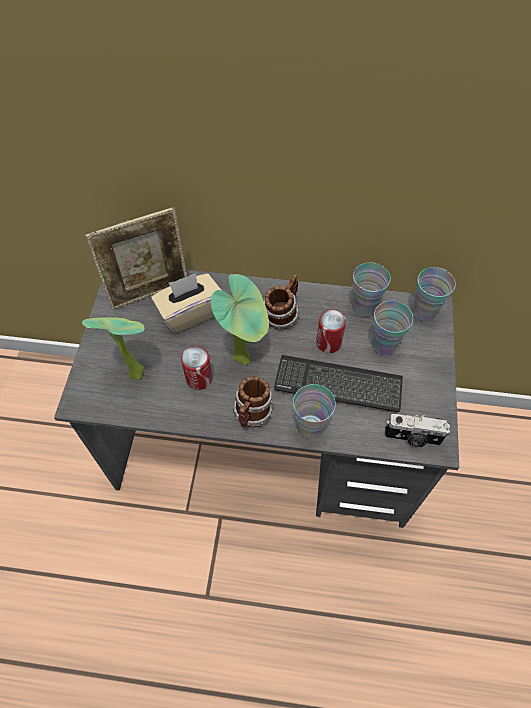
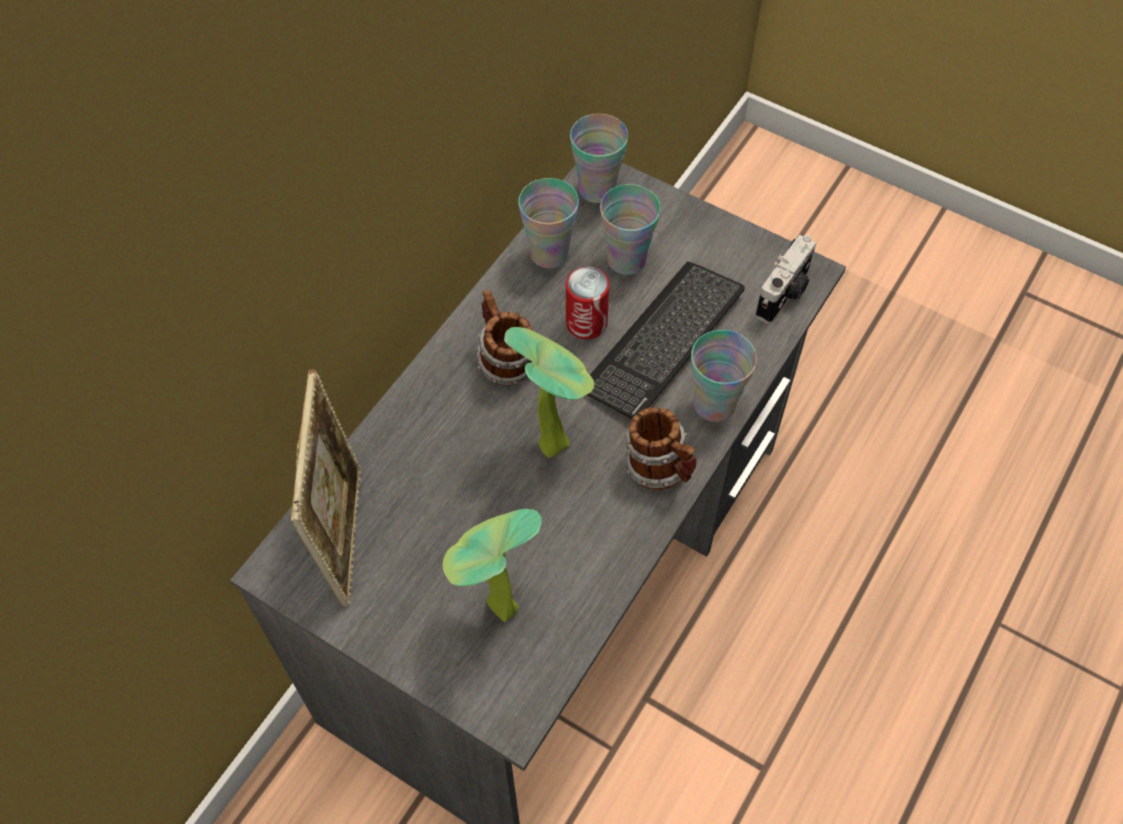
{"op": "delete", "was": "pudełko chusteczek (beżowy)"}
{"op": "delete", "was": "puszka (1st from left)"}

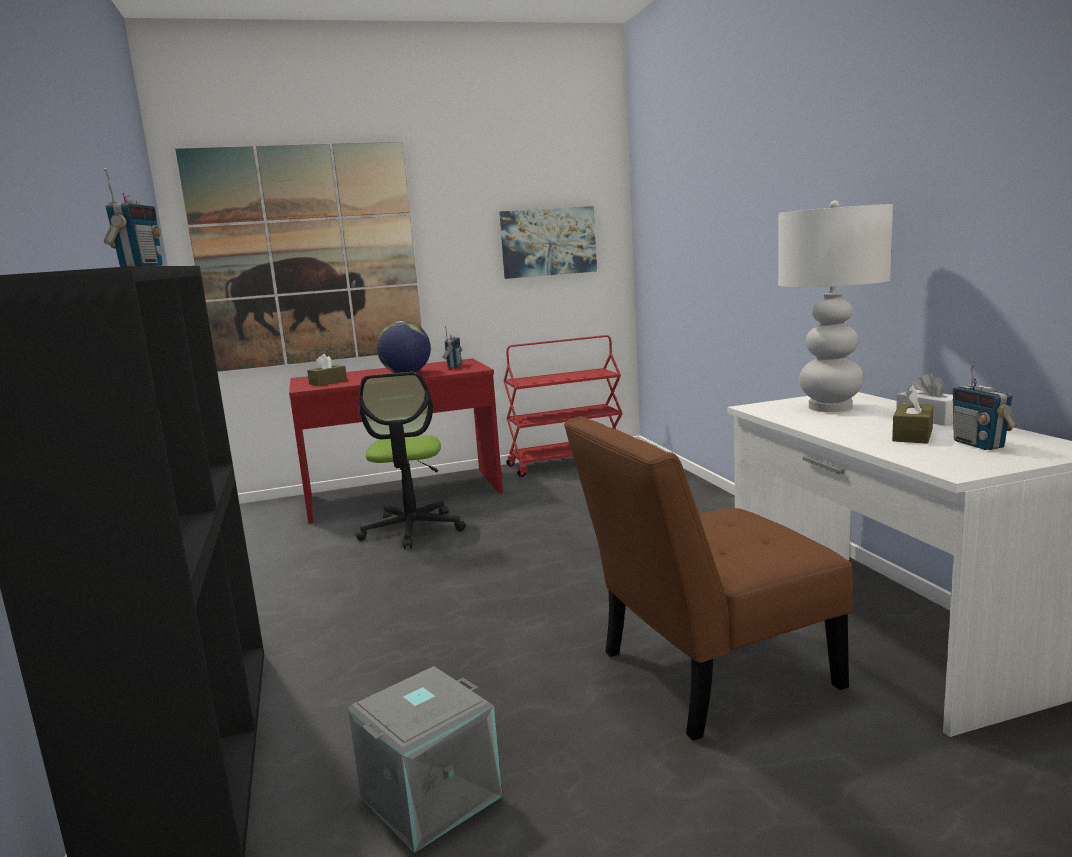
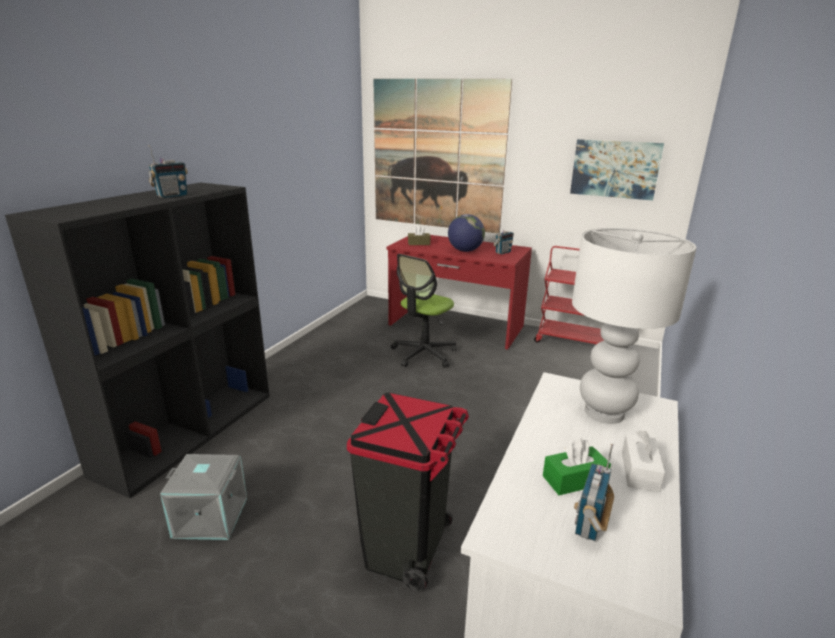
{"op": "replace", "was": "krzesło (brązowy)", "now": "kosz na śmieci (czarny)"}
{"op": "recolor", "was": "pudełko chusteczek (brązowy) (2nd from left)", "now": "pudełko chusteczek (zielony)"}

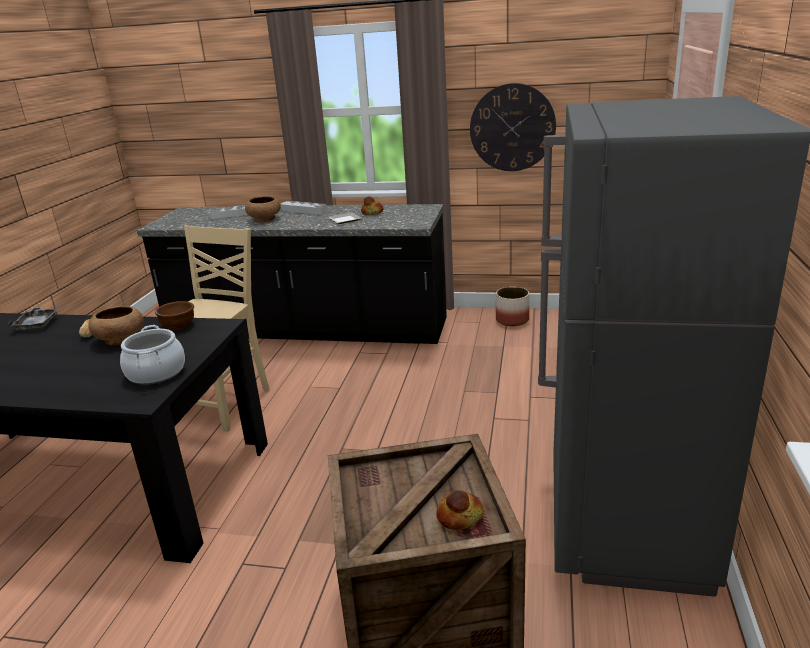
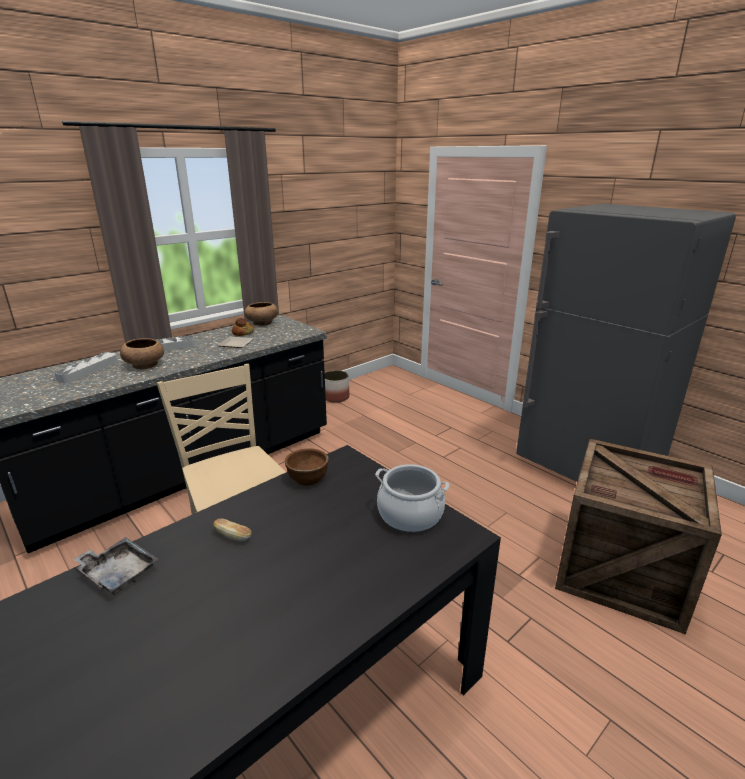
{"op": "move", "was": "miska (brązowy) (1st from left in the first image)", "now": "miska (brązowy) (2nd from left)"}
{"op": "delete", "was": "chleb (3rd from left)"}
{"op": "delete", "was": "zegar ścienny"}

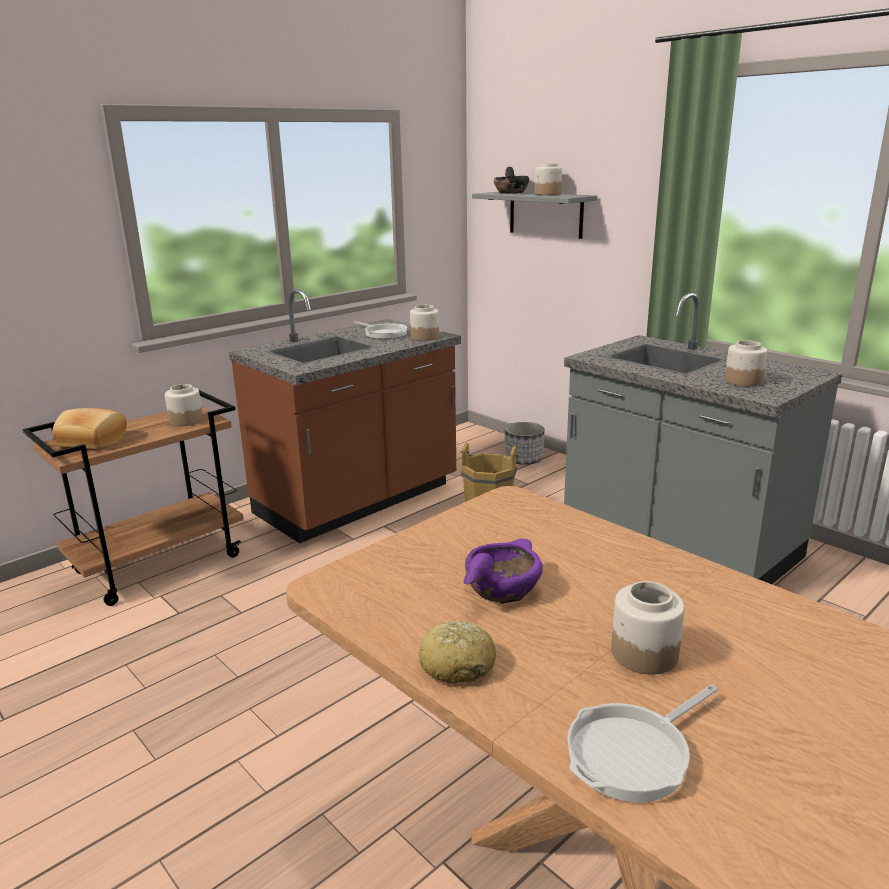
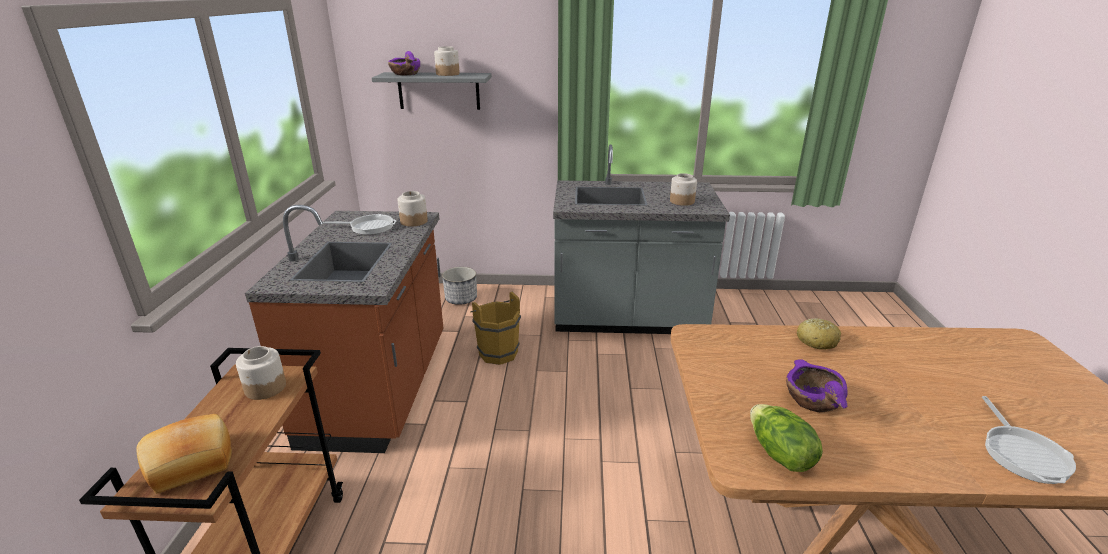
{"op": "recolor", "was": "miska (czarny)", "now": "miska (fioletowy) (1st from left)"}
{"op": "insert", "now": "sałata"}
{"op": "move", "was": "chleb (2nd from left)"}
{"op": "delete", "was": "słoik (4th from left)"}

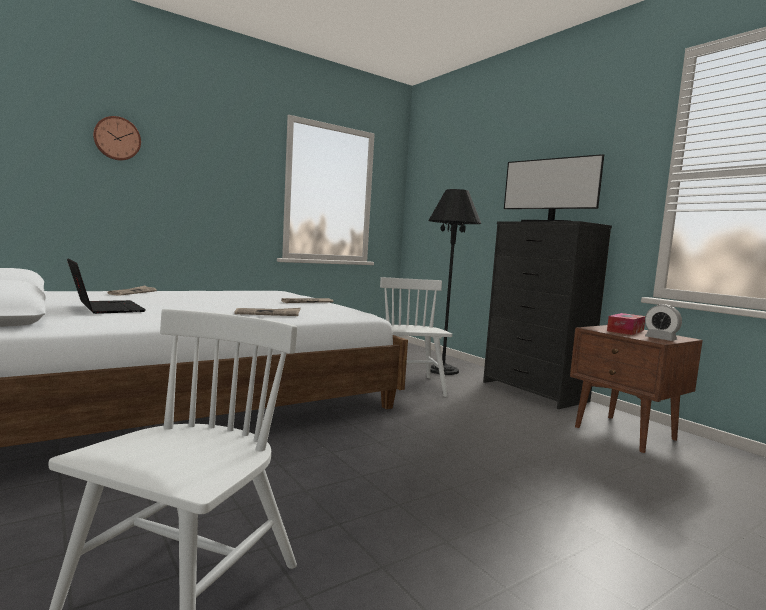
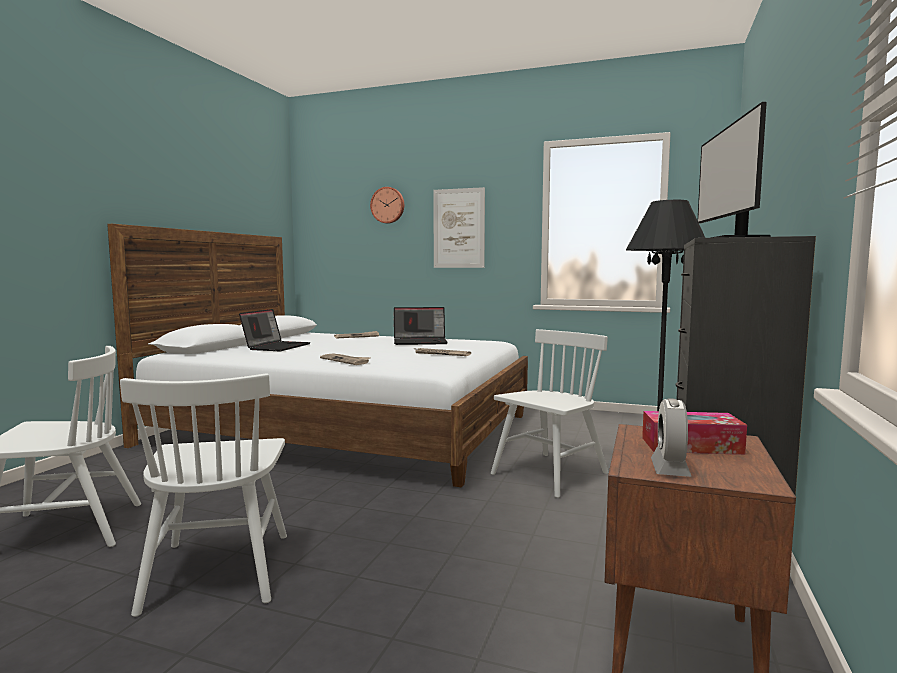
{"op": "insert", "now": "krzesło (biały) (2nd from left)"}
{"op": "insert", "now": "laptop (2nd from left)"}
{"op": "insert", "now": "obraz"}

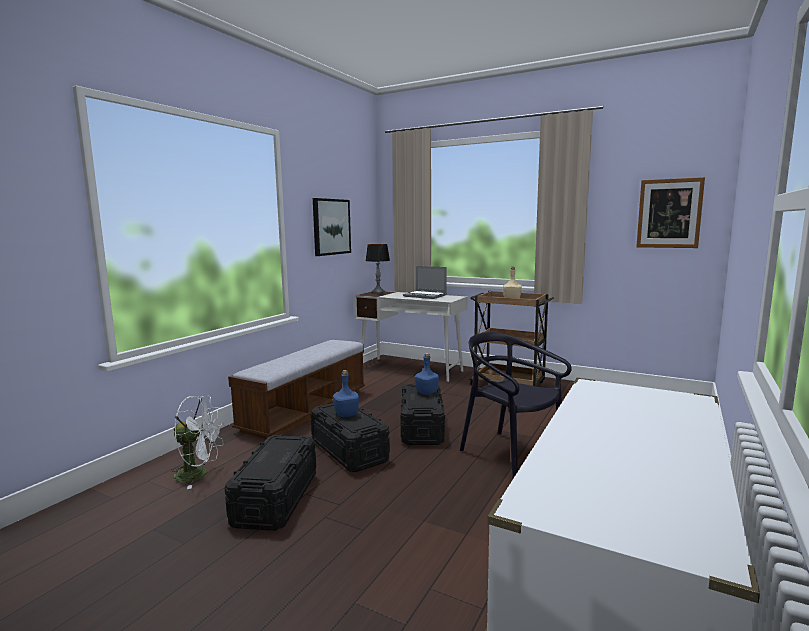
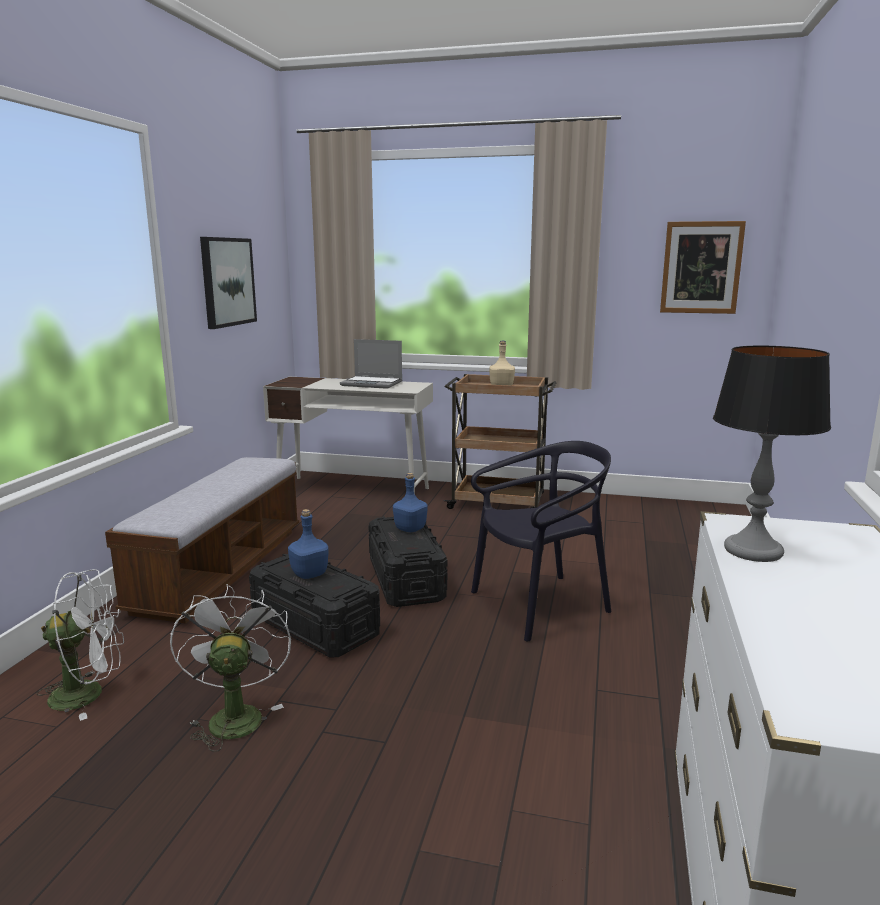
{"op": "replace", "was": "pojemnik do przechowywania (czarny) (1st from left)", "now": "wentylator (biały) (2nd from left)"}
{"op": "rotate", "was": "krzesło (czarny)", "clockwise": 120}
{"op": "move", "was": "lampa stołowa"}

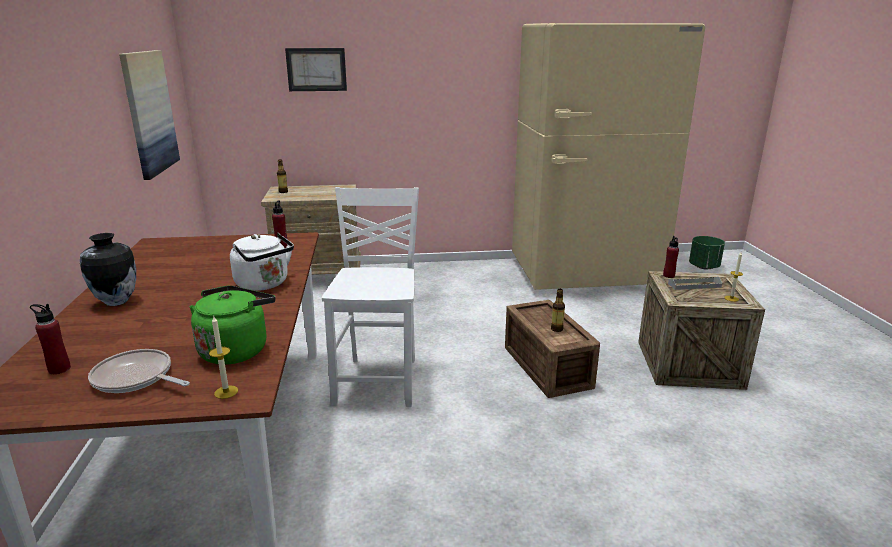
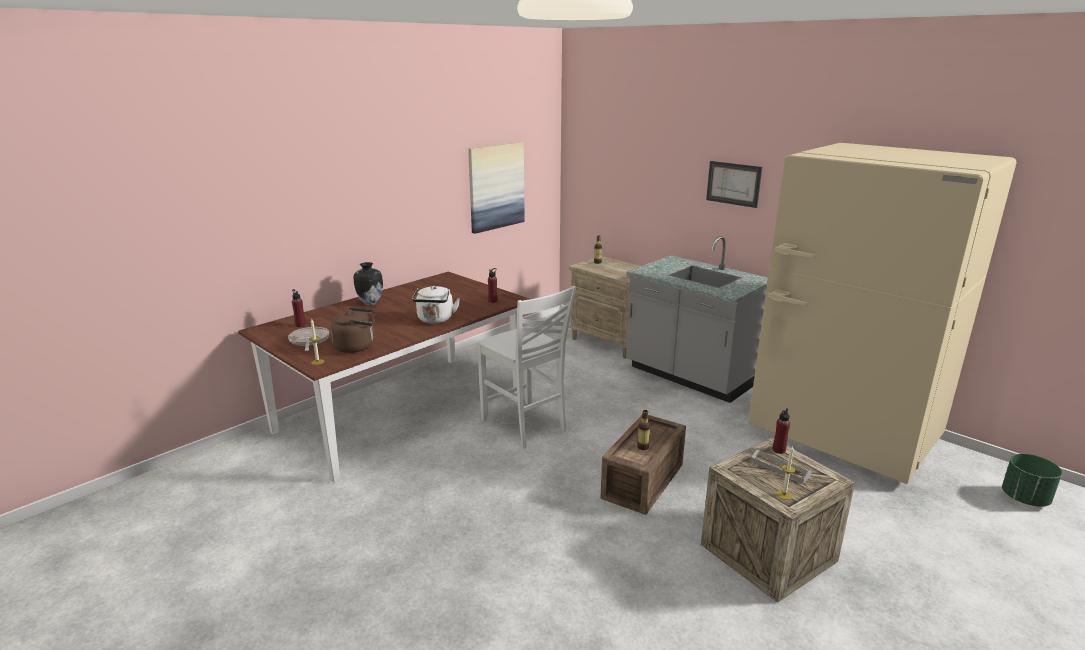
{"op": "recolor", "was": "czajnik (zielony)", "now": "czajnik (brązowy)"}
{"op": "rotate", "was": "krzesło (biały)", "clockwise": 90}
{"op": "insert", "now": "zabudowa kuchenna (szary)"}
{"op": "move", "was": "obraz (2nd from left)"}

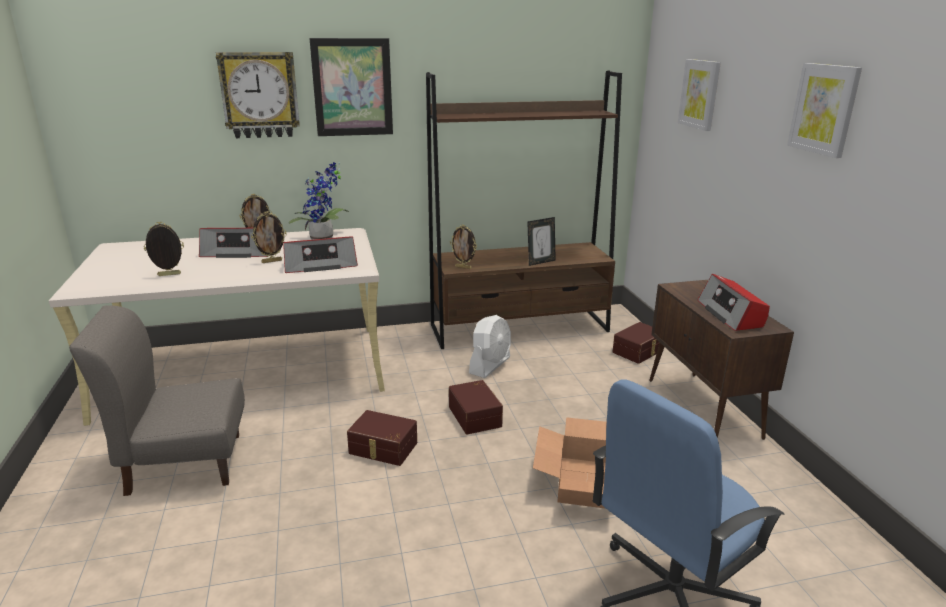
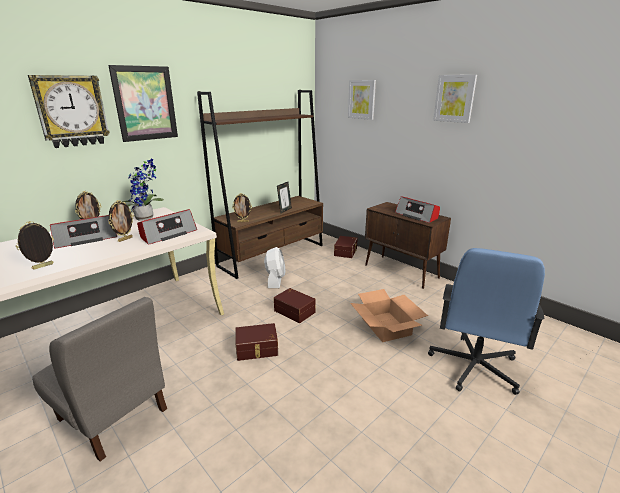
{"op": "rotate", "was": "krzesło (szary)", "clockwise": -105}

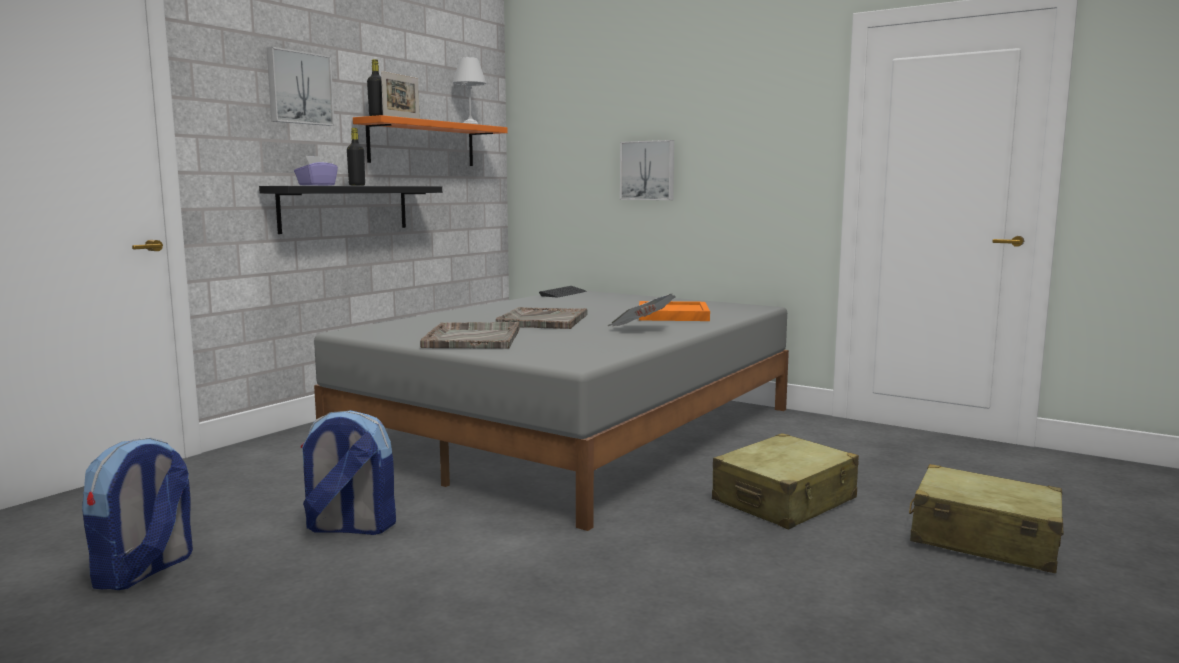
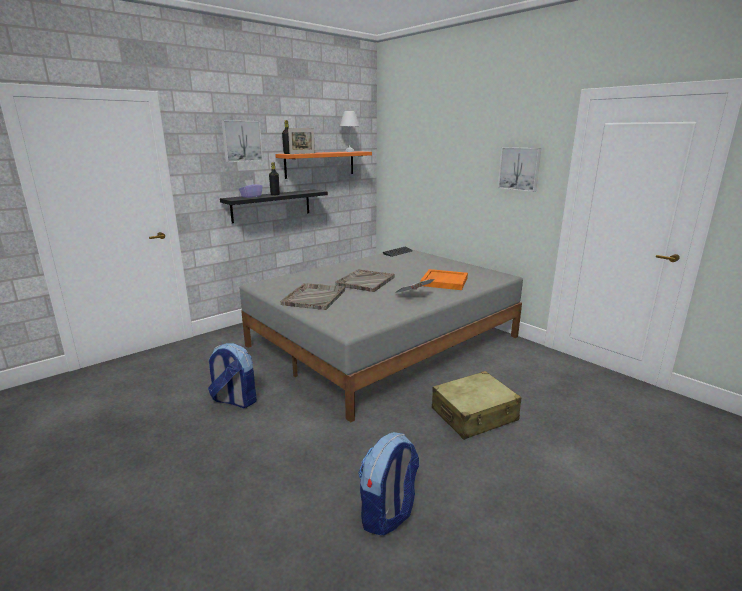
{"op": "move", "was": "plecak (1st from left in the first image)", "now": "plecak (2nd from left)"}
{"op": "move", "was": "obraz (2nd from left)"}
{"op": "delete", "was": "walizka (beżowy) (2nd from left)"}

